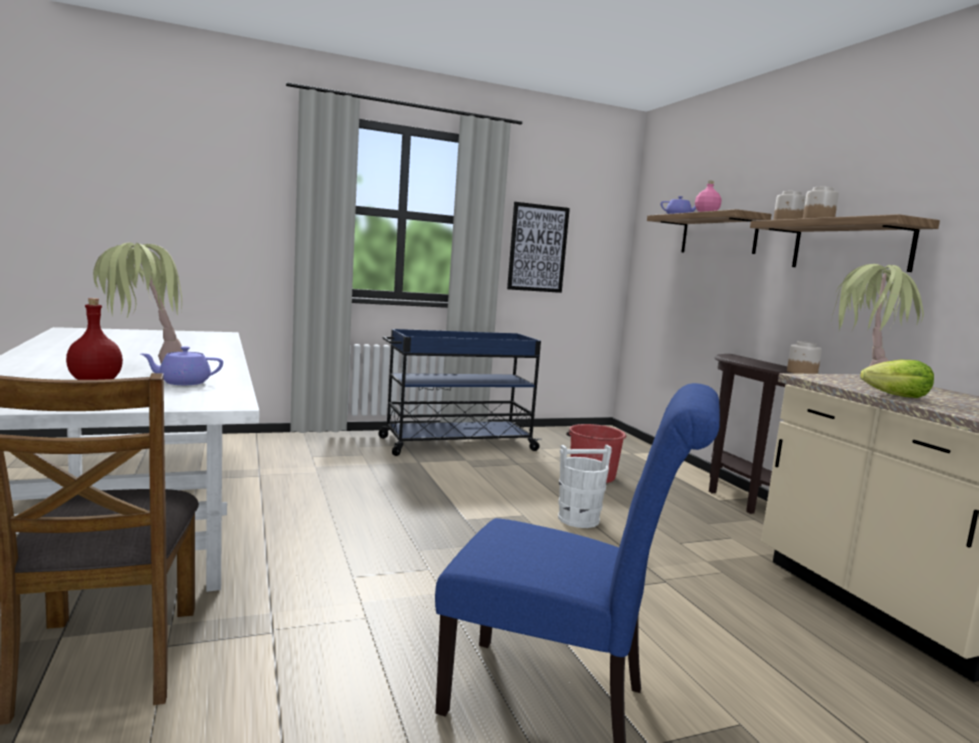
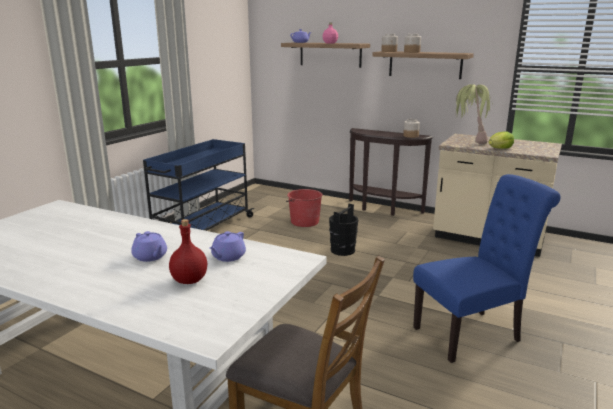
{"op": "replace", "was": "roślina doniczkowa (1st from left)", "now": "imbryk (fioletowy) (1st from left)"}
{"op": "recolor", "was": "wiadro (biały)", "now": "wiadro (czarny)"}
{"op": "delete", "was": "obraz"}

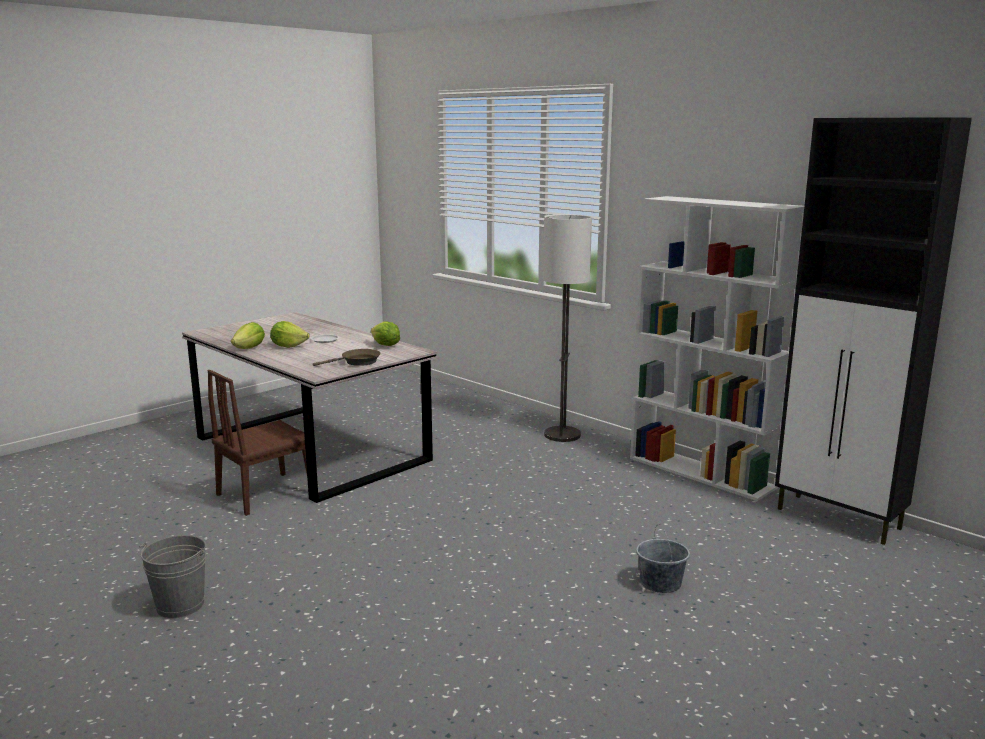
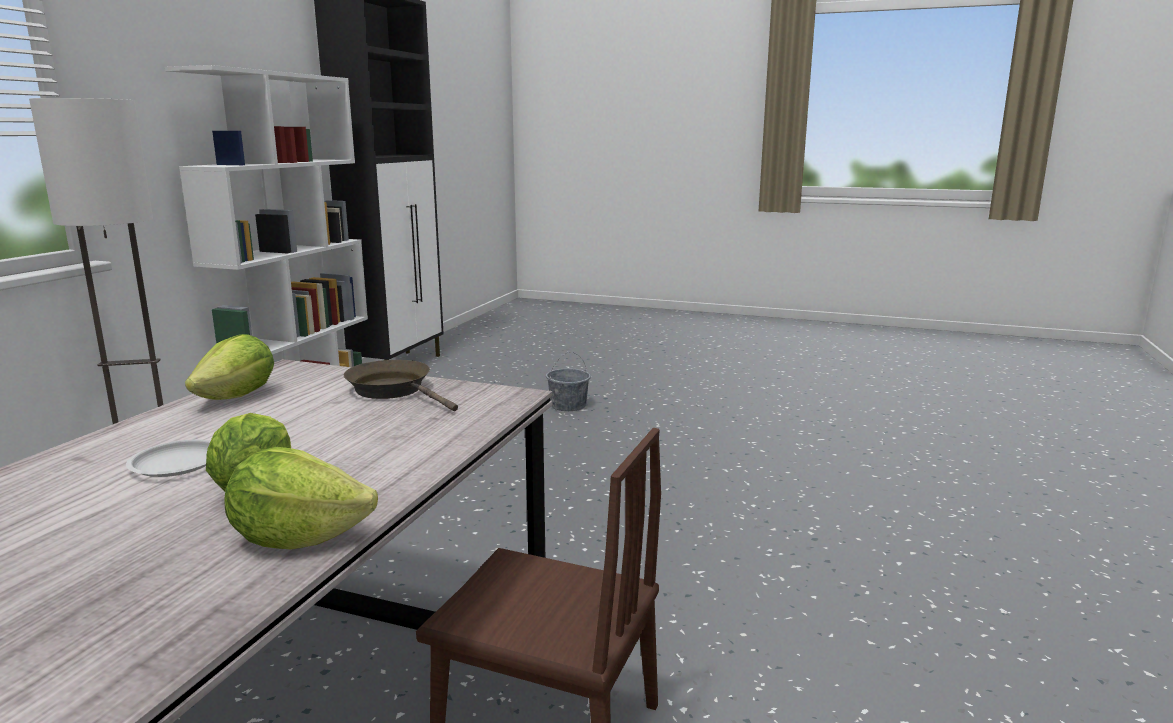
{"op": "delete", "was": "wiadro (szary) (1st from left)"}

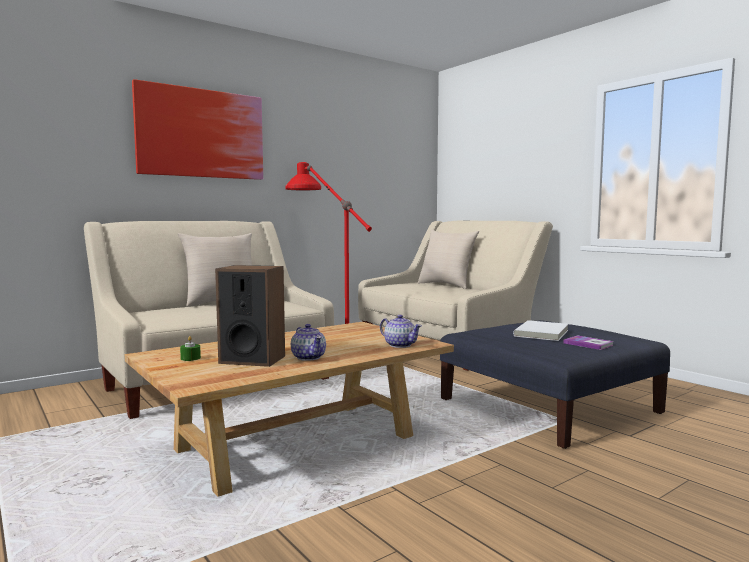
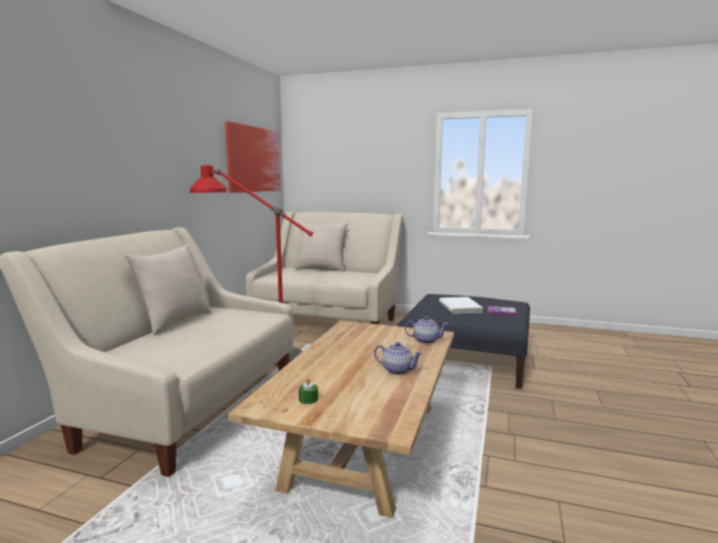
{"op": "move", "was": "obraz"}
{"op": "delete", "was": "głośnik"}

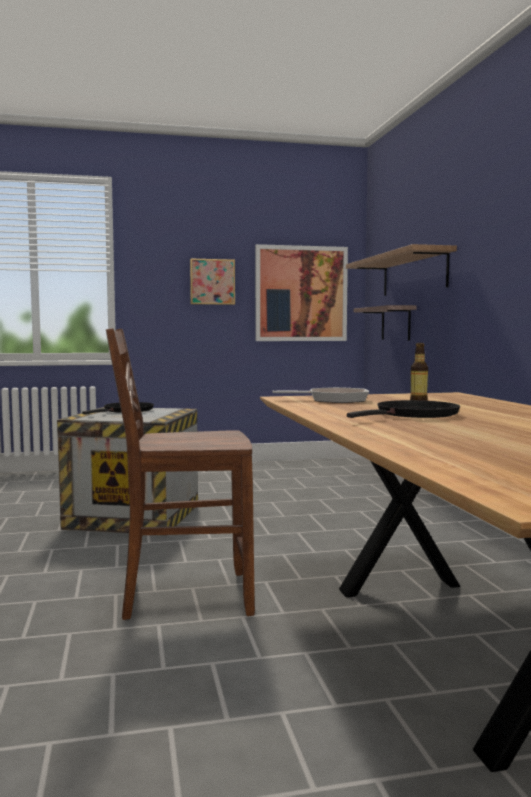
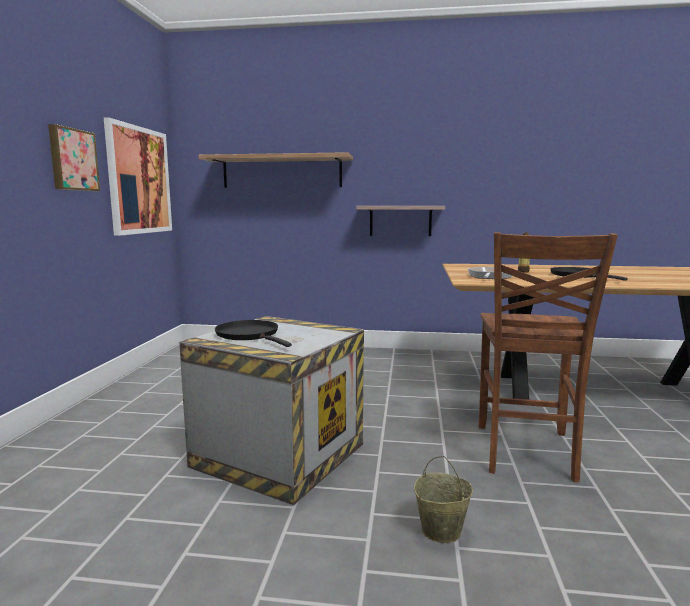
{"op": "move", "was": "półka (1st from left in the first image)", "now": "półka (2nd from left)"}
{"op": "insert", "now": "wiadro (beżowy)"}

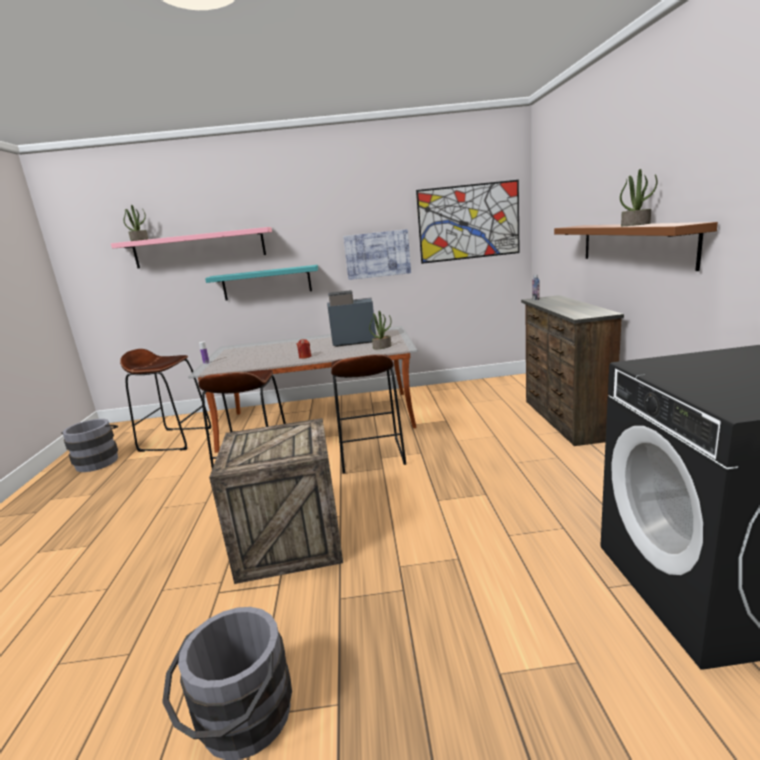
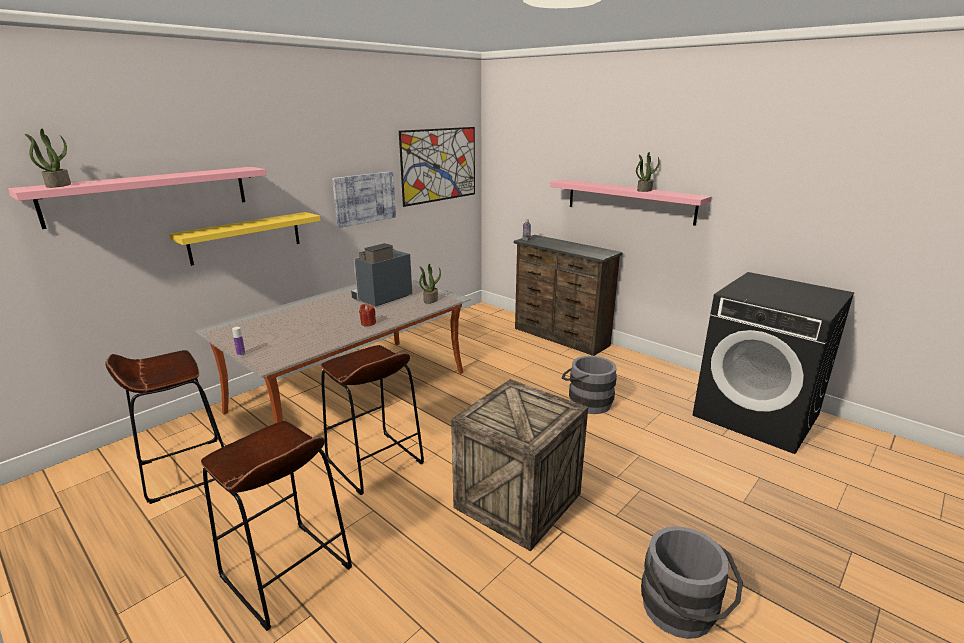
{"op": "recolor", "was": "półka (turkusowy)", "now": "półka (żółty)"}
{"op": "move", "was": "stołek (brązowy) (3rd from left in the first image)", "now": "stołek (brązowy) (2nd from left)"}
{"op": "recolor", "was": "półka (brązowy)", "now": "półka (różowy) (2nd from left)"}
{"op": "move", "was": "wiadro (szary) (1st from left)"}

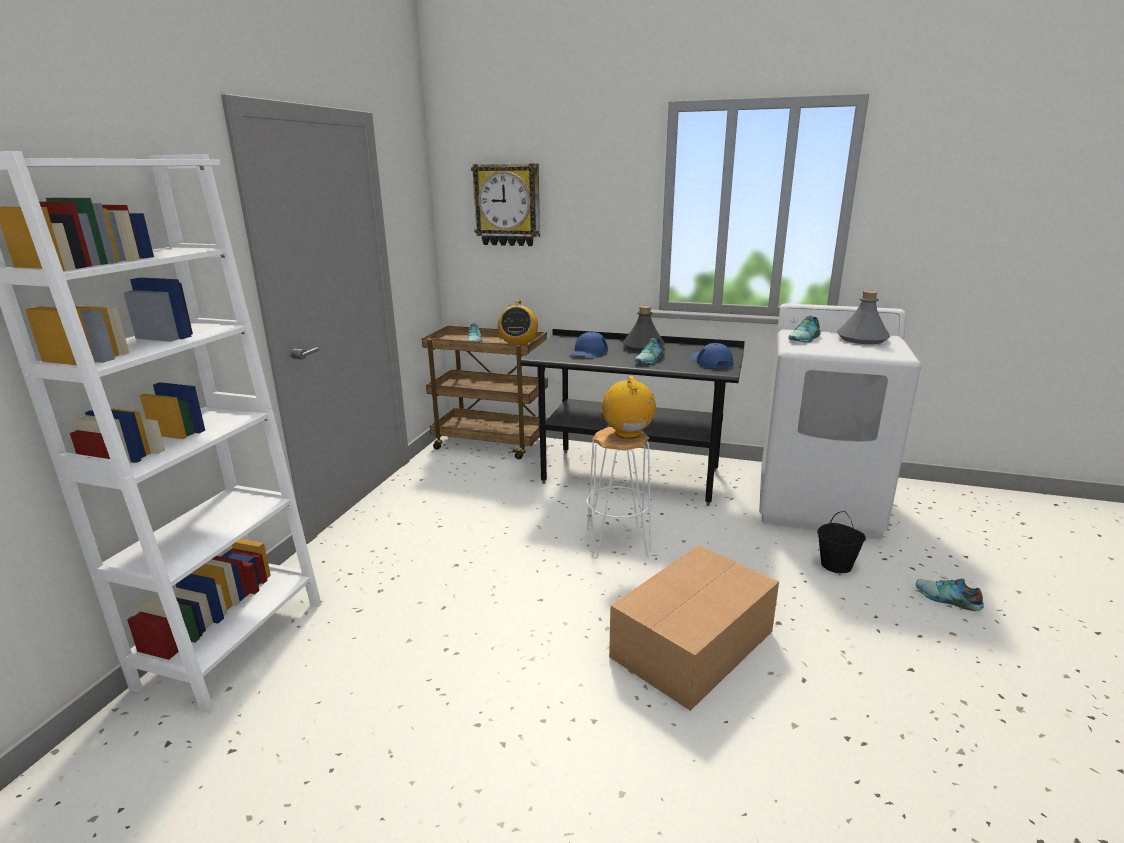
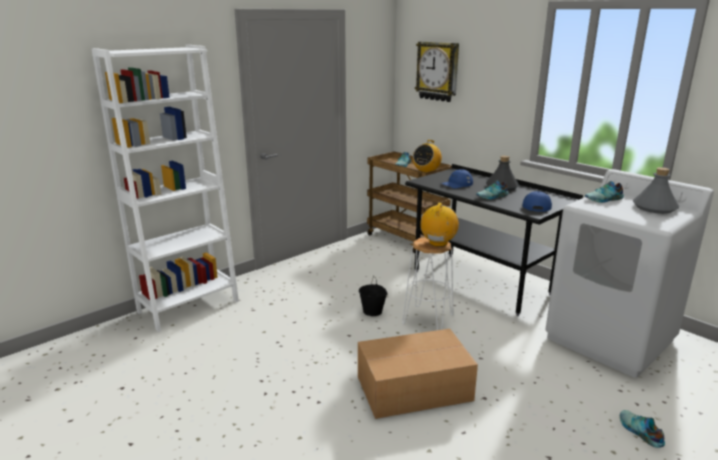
{"op": "move", "was": "wiadro (czarny)"}

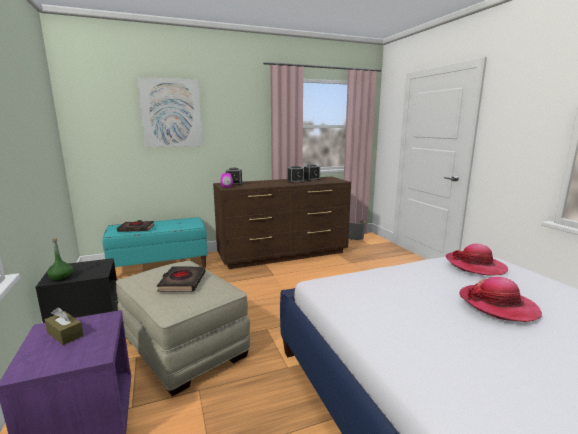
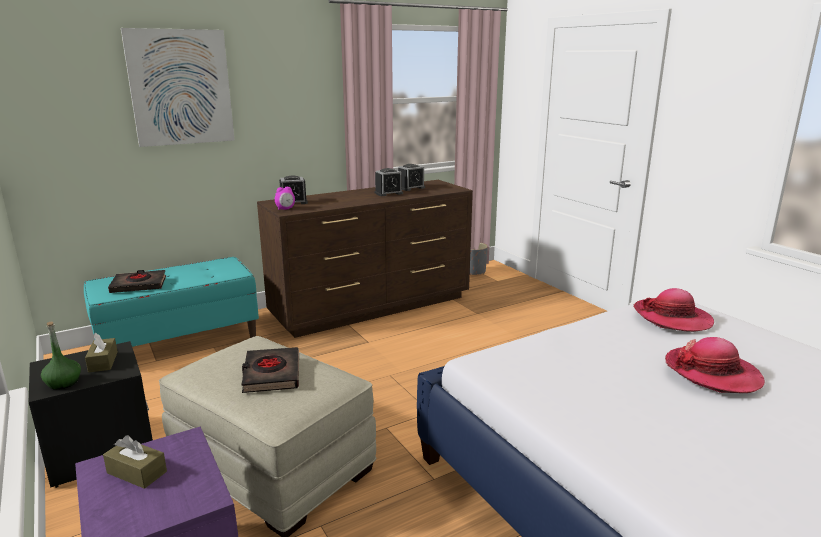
{"op": "insert", "now": "pudełko chusteczek (brązowy) (1st from left)"}

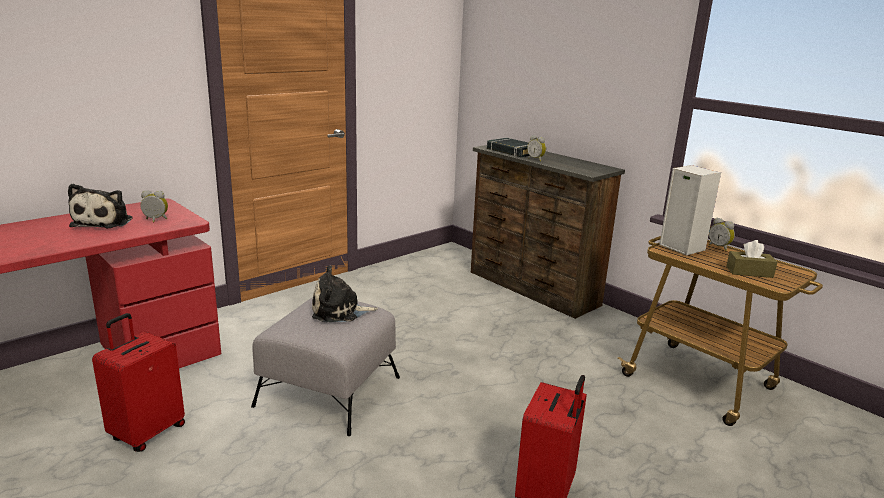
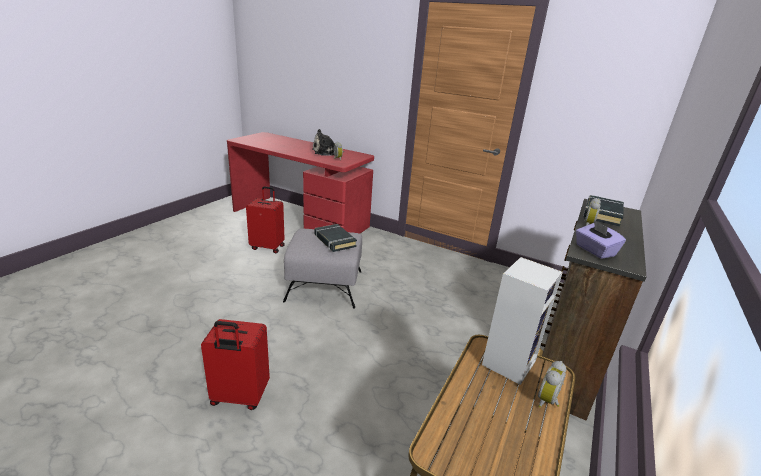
{"op": "replace", "was": "pluszak (2nd from left)", "now": "książka (czarny) (1st from left)"}
{"op": "insert", "now": "pudełko chusteczek (fioletowy)"}
{"op": "delete", "was": "pudełko chusteczek (brązowy)"}

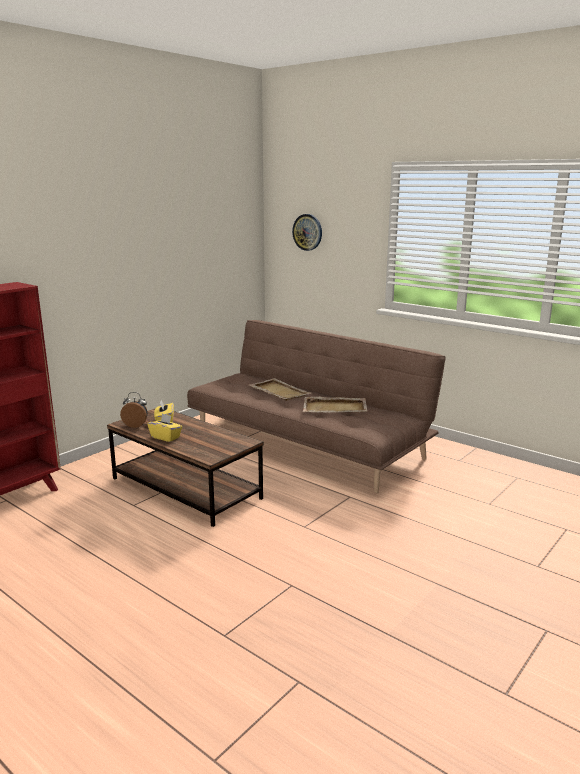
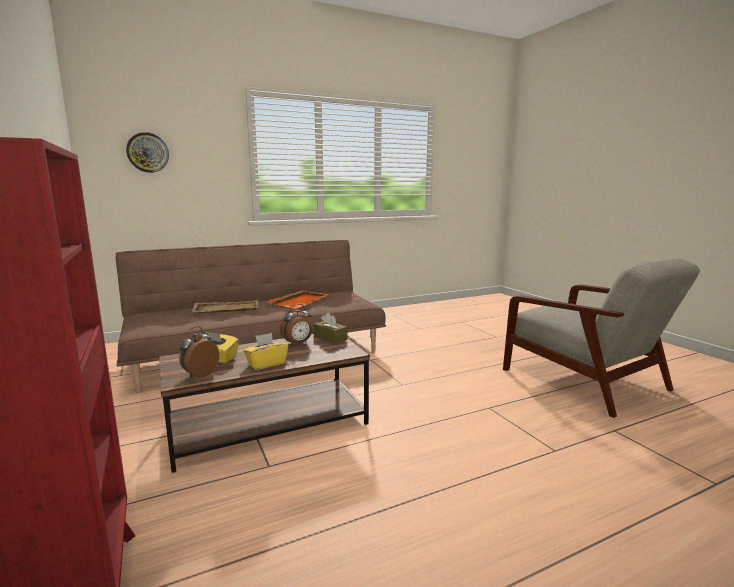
{"op": "recolor", "was": "taca (beżowy) (2nd from left)", "now": "taca (pomarańczowy)"}
{"op": "insert", "now": "budzik (2nd from left)"}
{"op": "insert", "now": "pudełko chusteczek (brązowy)"}
{"op": "insert", "now": "fotel (szary)"}

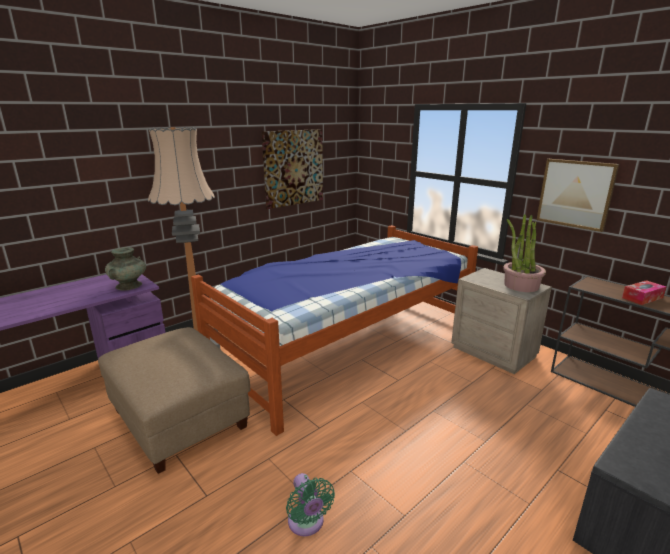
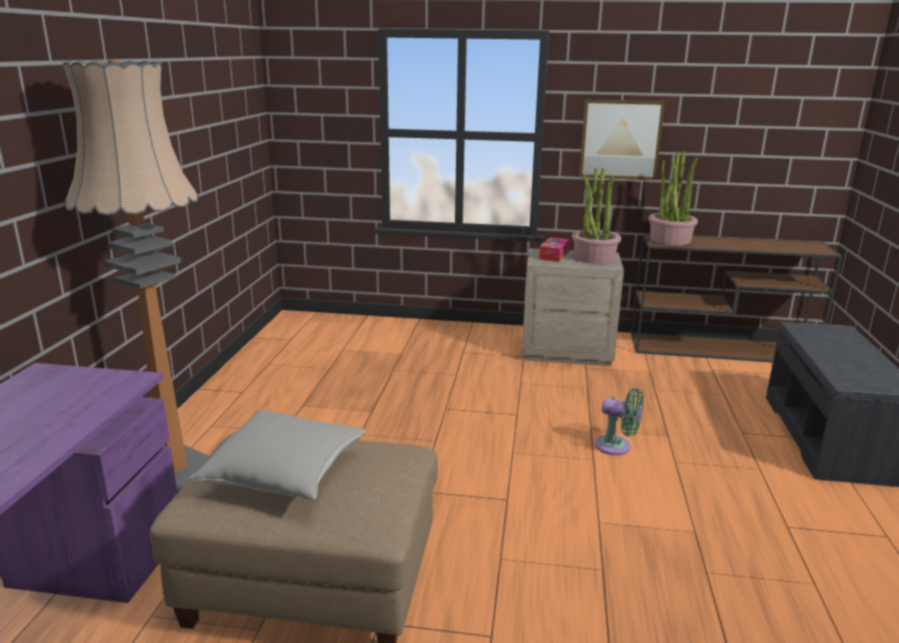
{"op": "insert", "now": "poduszka (szary)"}
{"op": "move", "was": "pudełko chusteczek"}
{"op": "move", "was": "wentylator (zielony)"}
{"op": "insert", "now": "roślina doniczkowa (2nd from left)"}
{"op": "delete", "was": "wazon (turkusowy)"}
{"op": "delete", "was": "łóżko"}
{"op": "delete", "was": "obraz (1st from left)"}

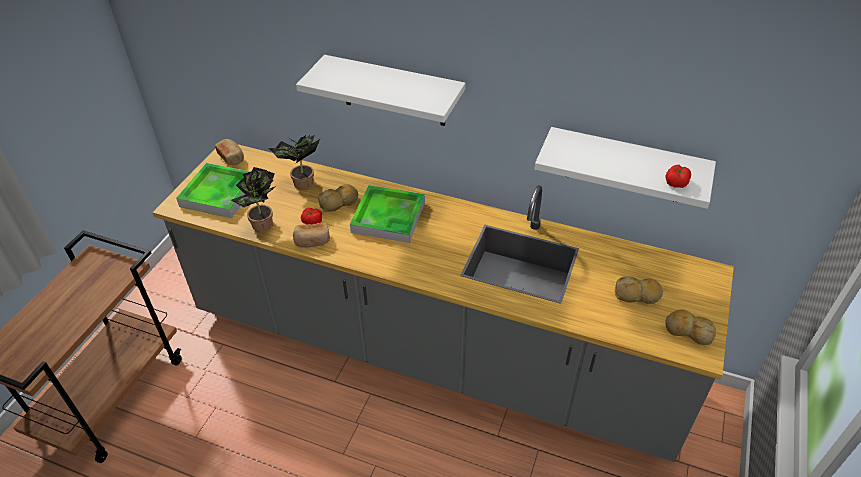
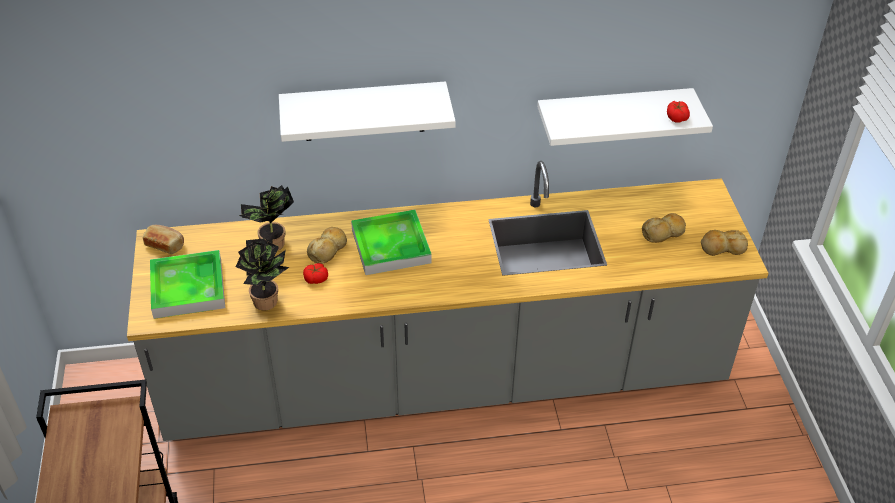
{"op": "delete", "was": "chleb (2nd from left)"}

